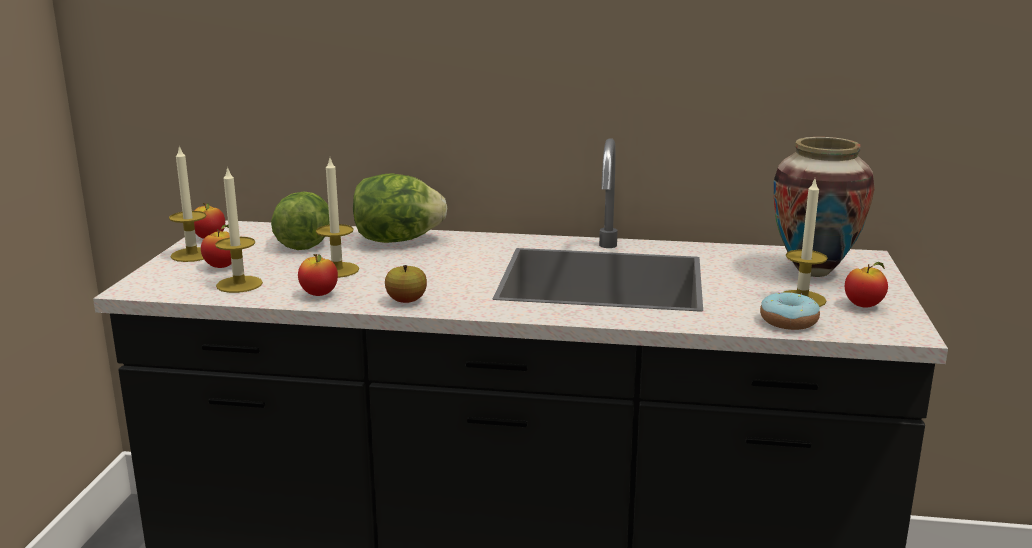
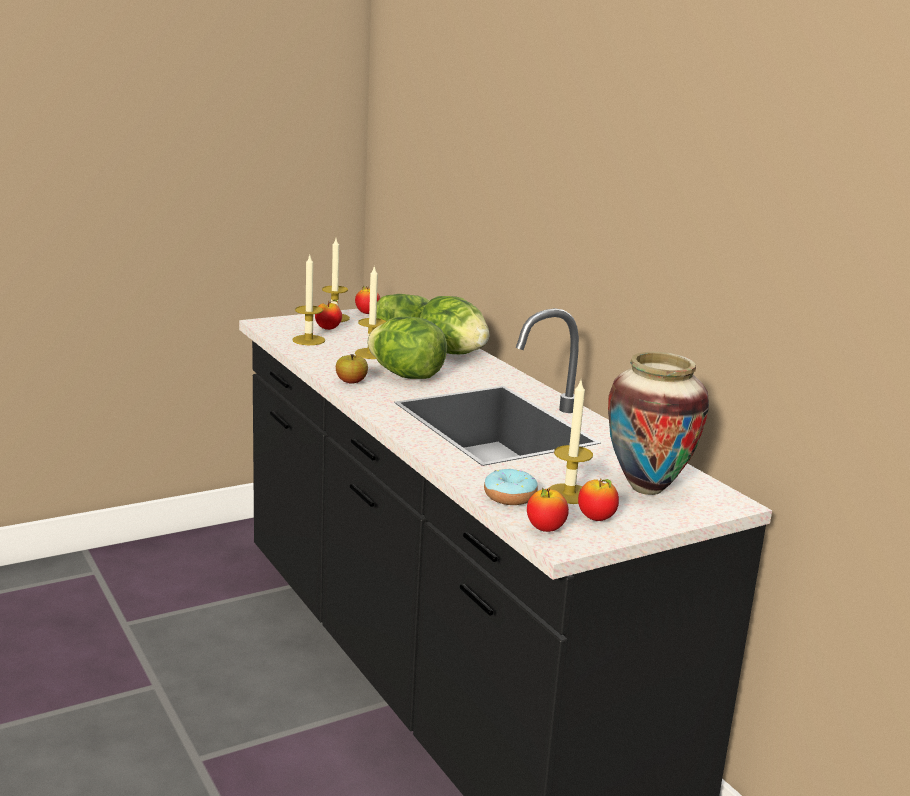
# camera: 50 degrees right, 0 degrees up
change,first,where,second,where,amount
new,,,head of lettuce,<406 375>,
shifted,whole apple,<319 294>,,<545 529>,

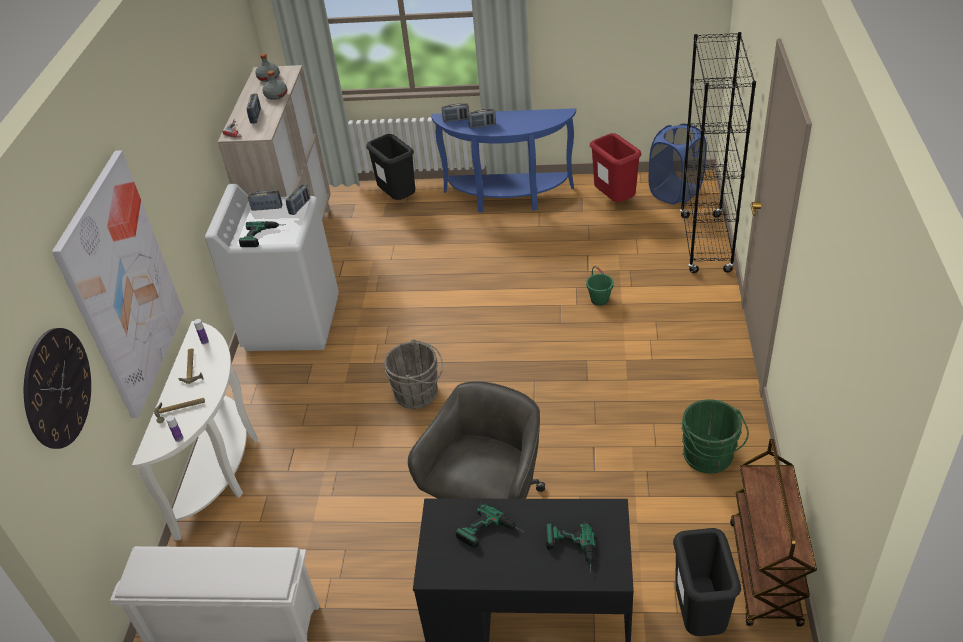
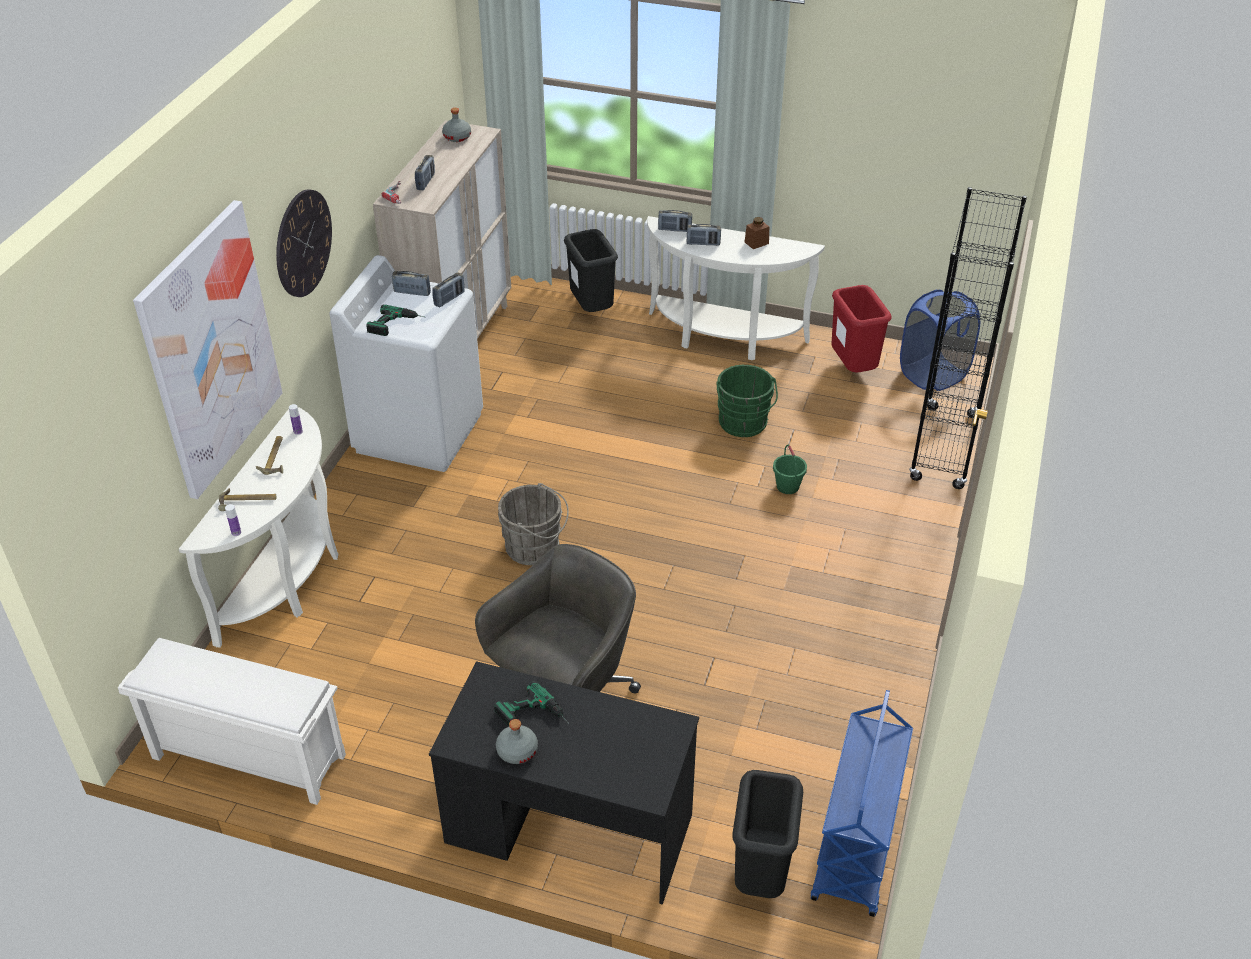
# camera: 10 degrees right, 0 degrees up
change,first,where,second,where,amount
gone,electric drill,<571 551>,,,
new,,,brownish storage jar,<756 243>,
shifted,hanging clock,<57 388>,,<303 243>,
shifted,grey bottle,<276 95>,,<517 750>,
shifted,green pail,<709 457>,,<743 424>,
repainted,bluish narrow table,<507 199>,white narrow table,<723 338>,
repainted,brownish trolley,<765 573>,bluish trolley,<856 849>,

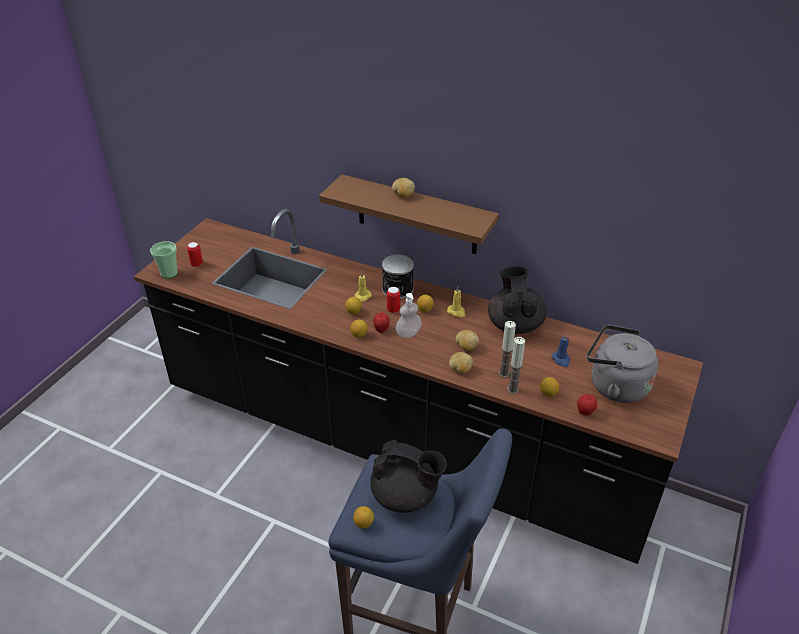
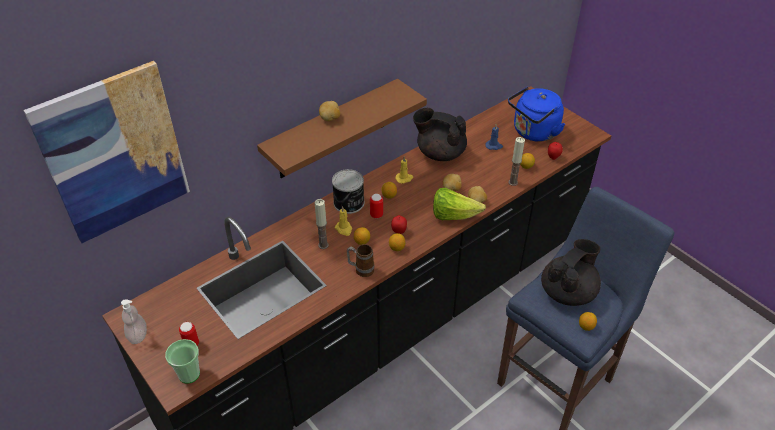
# camera: 65 degrees left, 5 degrees up
change,first,where,second,where,amount
new,,,picture,<114 153>,
new,,,tea mug,<361 270>,
new,,,head of lettuce,<453 215>,
shifted,liquid soap bottle,<408 333>,,<138 335>,
shifted,wax light,<504 373>,,<323 245>,
repainted,grey tea kettle,<614 385>,bluish tea kettle,<533 132>,

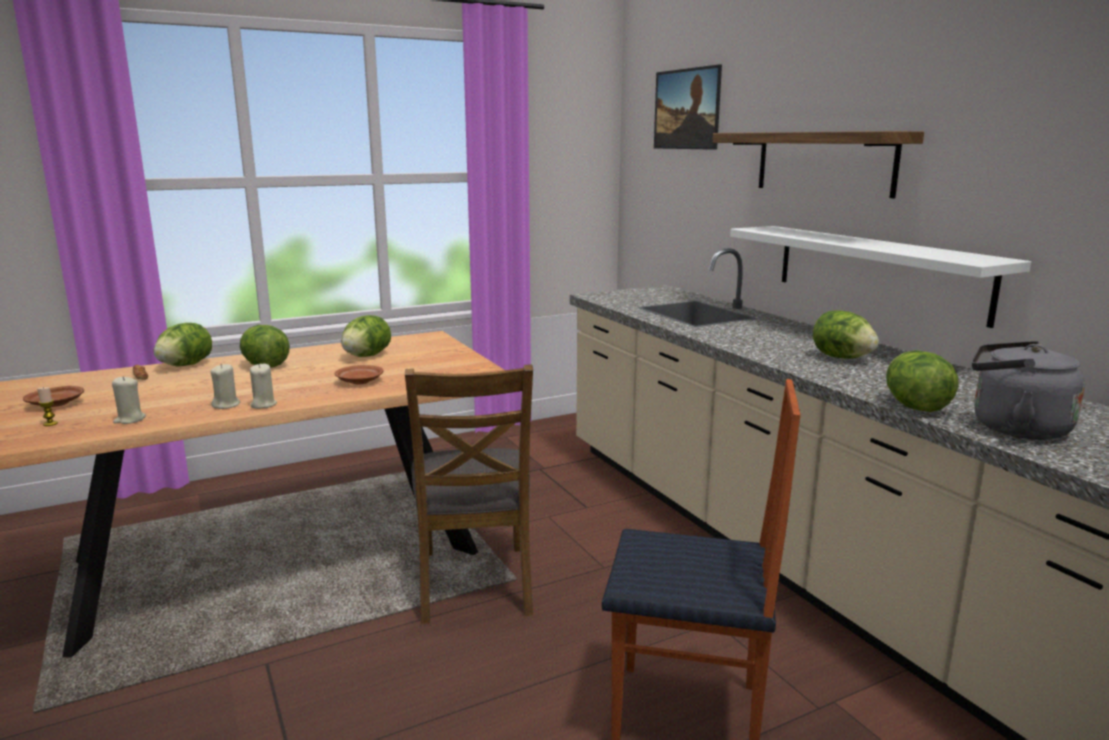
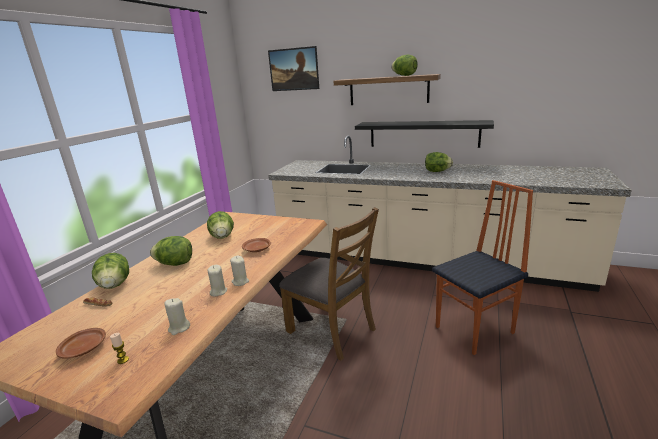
# camera: 40 degrees left, 5 degrees up
change,first,where,second,where,amount
gone,grey tea kettle,<1013 428>,,,
shifted,head of lettuce,<915 407>,,<404 75>,
repainted,white bracket shelf,<877 271>,black-coloured bracket shelf,<423 134>,

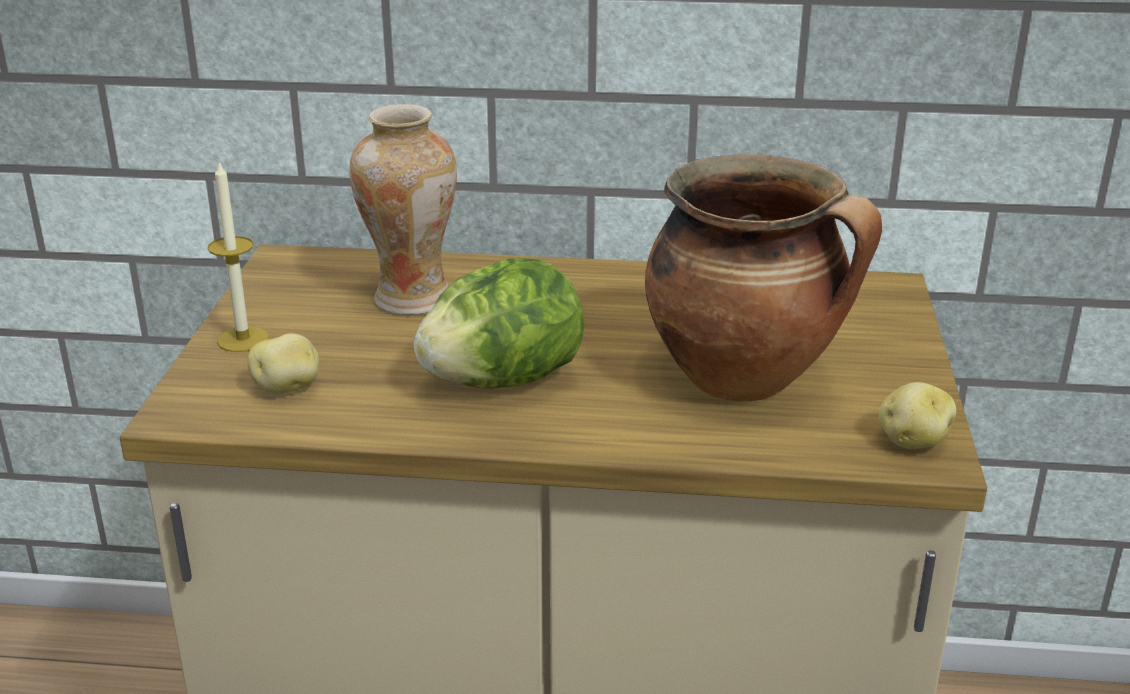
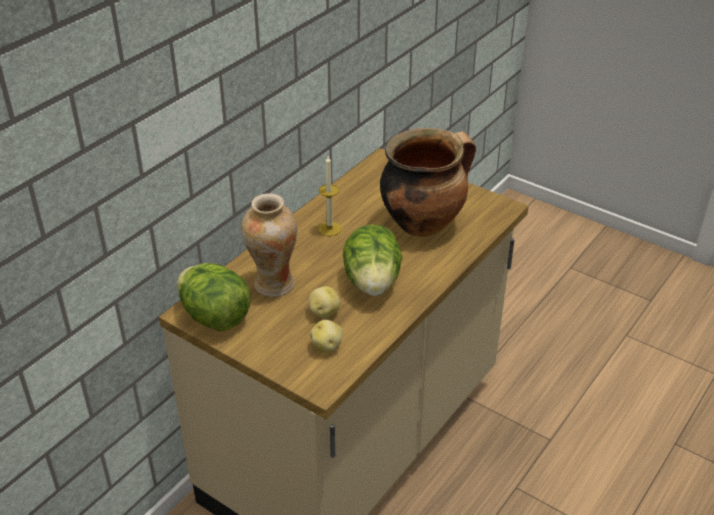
# camera: 60 degrees left, 10 degrees up
change,first,where,second,where,amount
new,,,head of lettuce,<215 317>,
shifted,wax light,<243 339>,,<329 229>,
shifted,potato,<912 441>,,<324 312>,

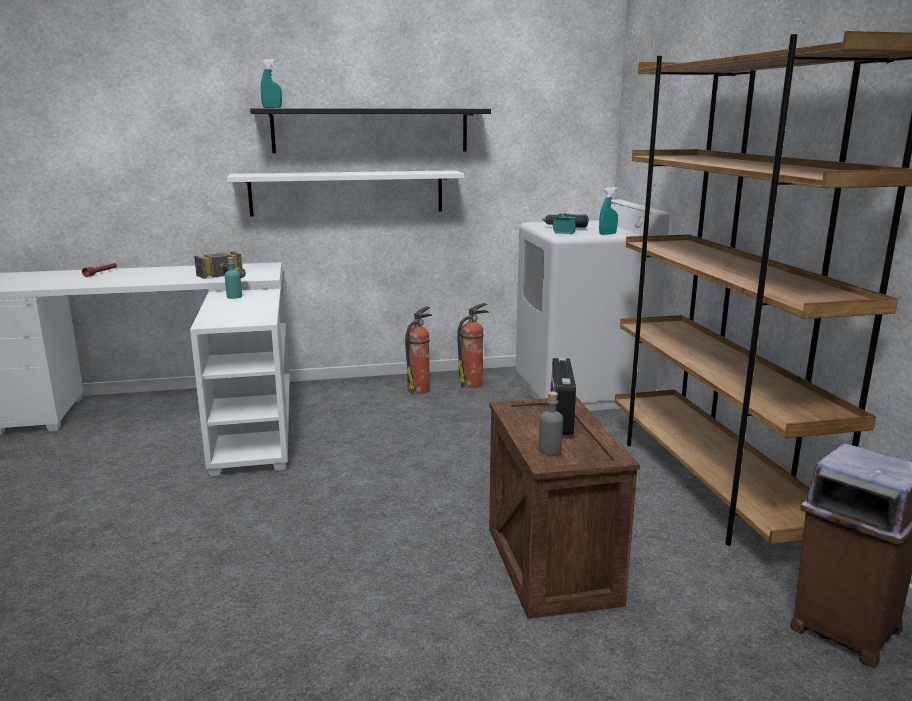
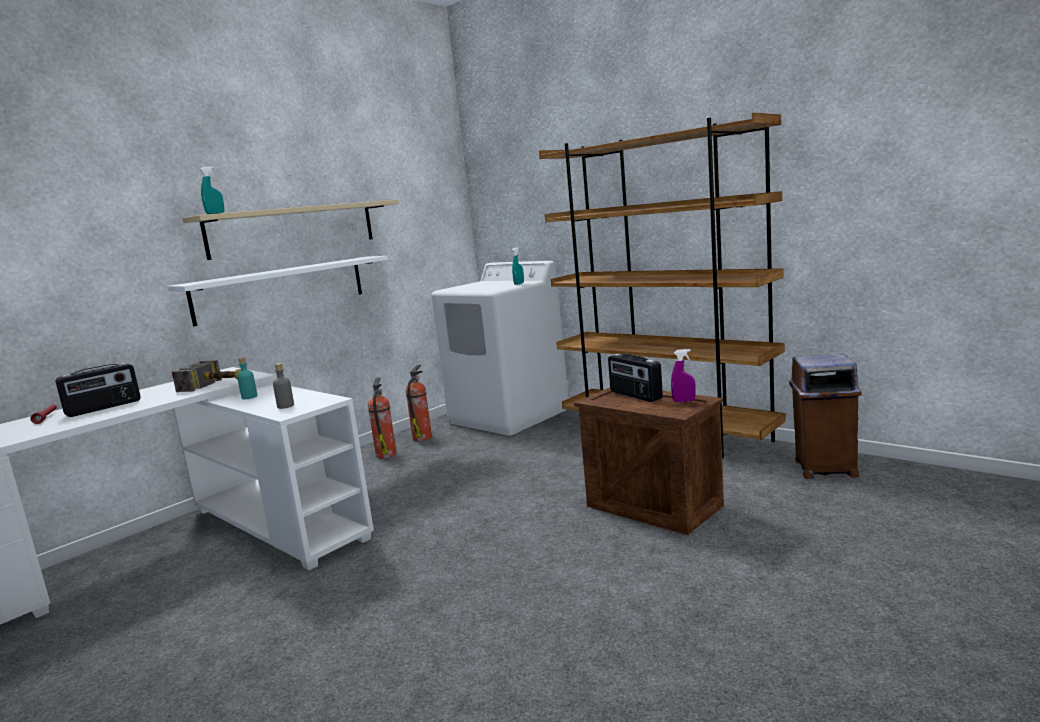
# camera: 35 degrees left, 5 degrees down
change,first,where,second,where,amount
gone,electric drill,<562 230>,,,
new,,,radio receiver,<104 408>,
new,,,purple hand sprayer,<684 401>,
shifted,grey bottle,<550 450>,,<285 406>,
repainted,black-coloured bracket shelf,<371 130>,beige-coloured bracket shelf,<294 229>,

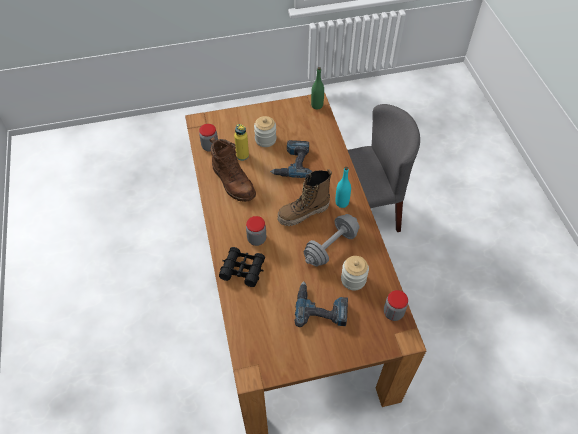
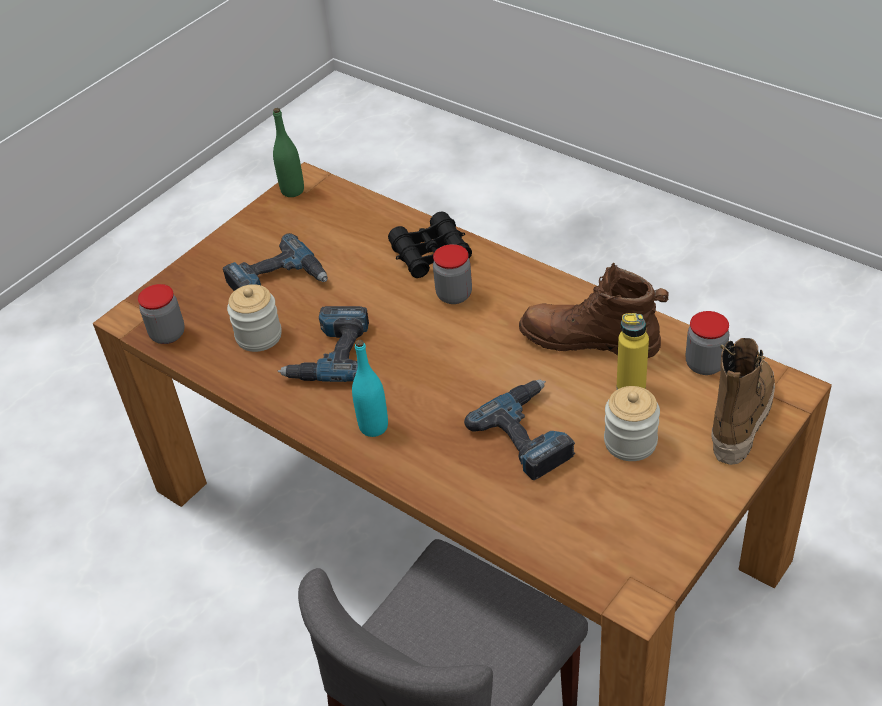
# camera: 145 degrees right, 10 degrees down
change,first,where,second,where,amount
shifted,tall boot,<303 213>,,<740 419>,
shifted,green bottle,<317 105>,,<292 190>,
swapped,grey dumbbell,<331 247>,electric drill,<331 354>,

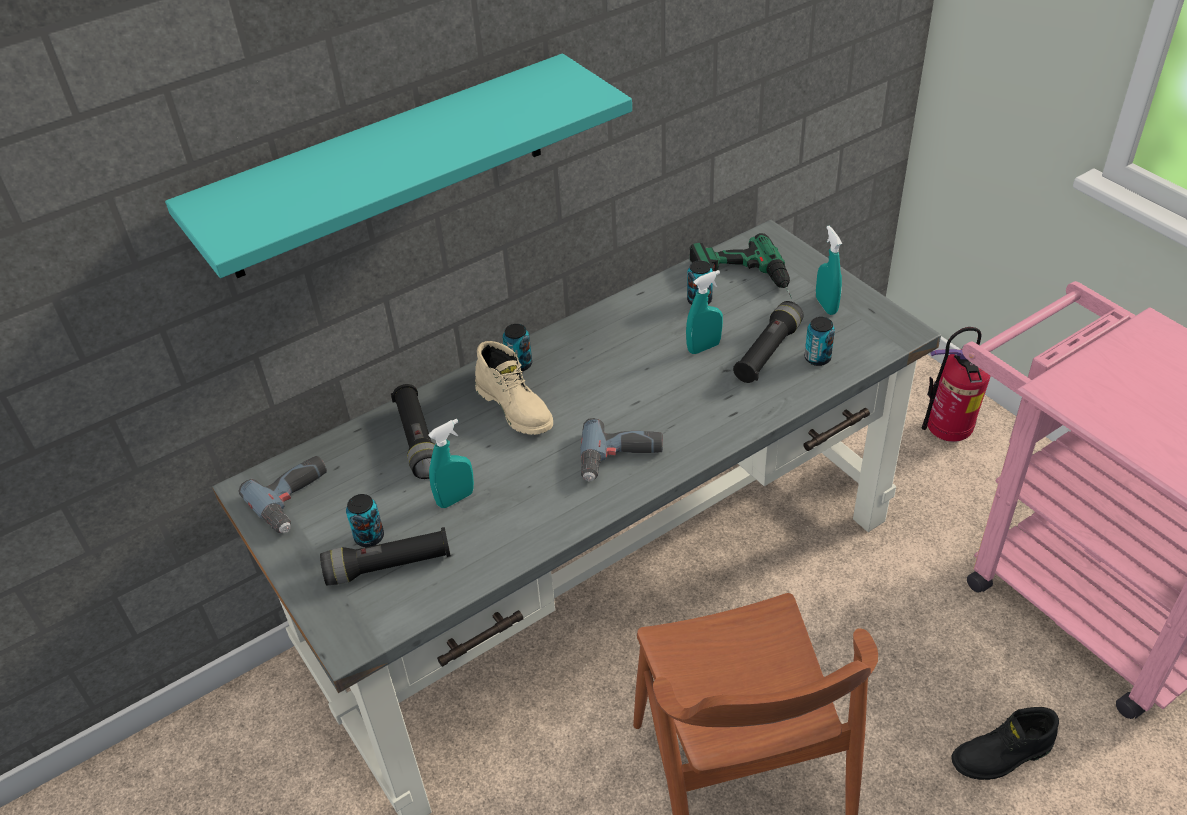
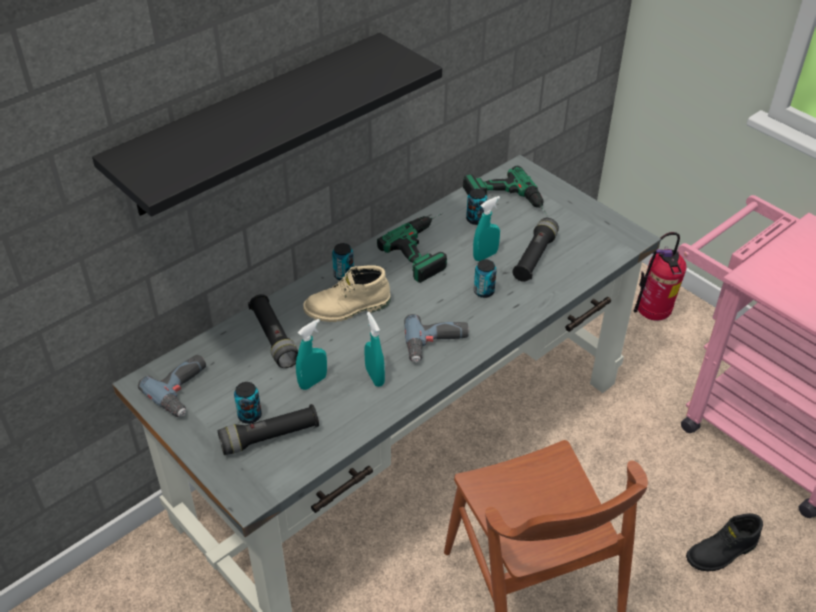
# camera: 10 degrees left, 0 degrees up
change,first,where,second,where,amount
new,,,electric drill,<427 248>,
shifted,metal can,<817 358>,,<484 291>,
shifted,turquoise-coloured hand sprayer,<826 306>,,<374 377>,
repainted,turquoise-coloured bracket shelf,<387 167>,black-coloured bracket shelf,<252 124>,
rotated,beige-coloured tall boot,<516 408>,,<347 309>,120 degrees clockwise

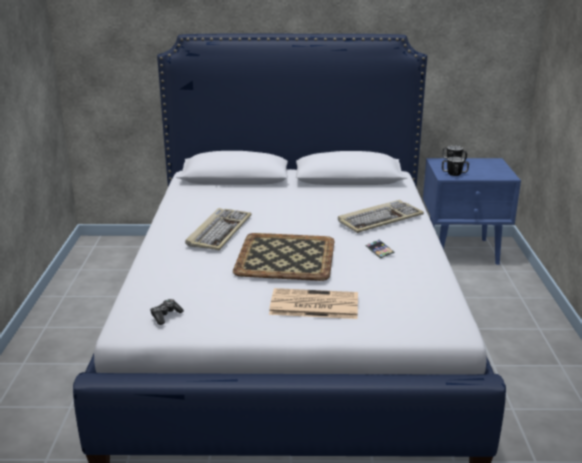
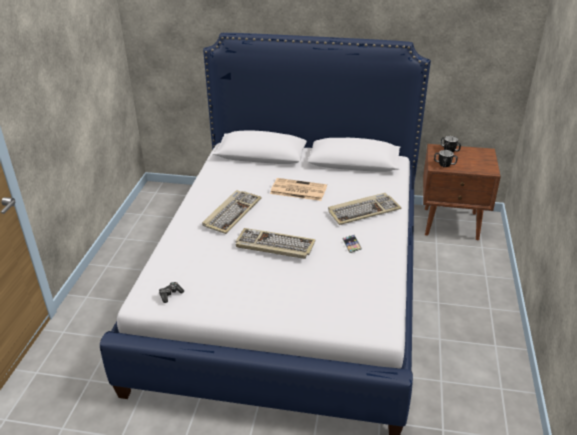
# camera: 10 degrees right, 10 degrees up
change,first,where,second,where,amount
shifted,printed paper,<312 305>,,<297 190>,
swapped,tray,<284 257>,PC keyboard,<274 246>,
repainted,bluish nightstand,<463 251>,brownish nightstand,<452 224>,

